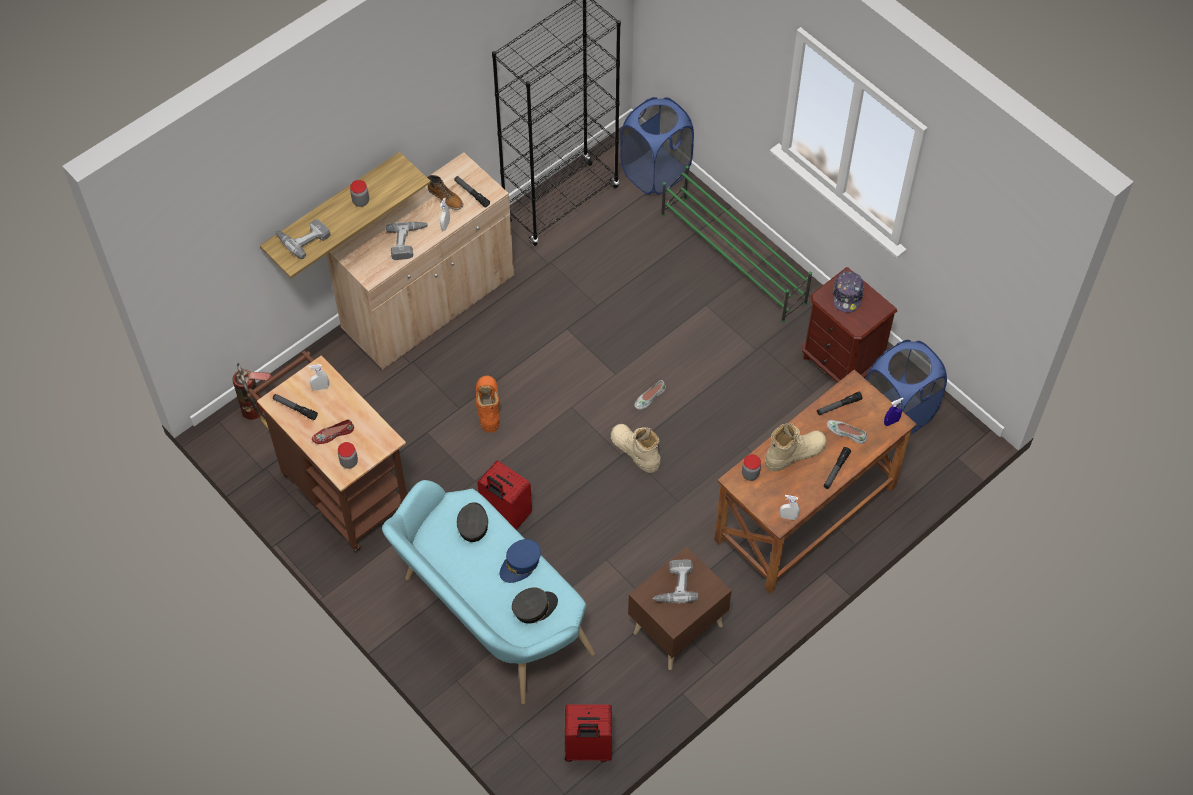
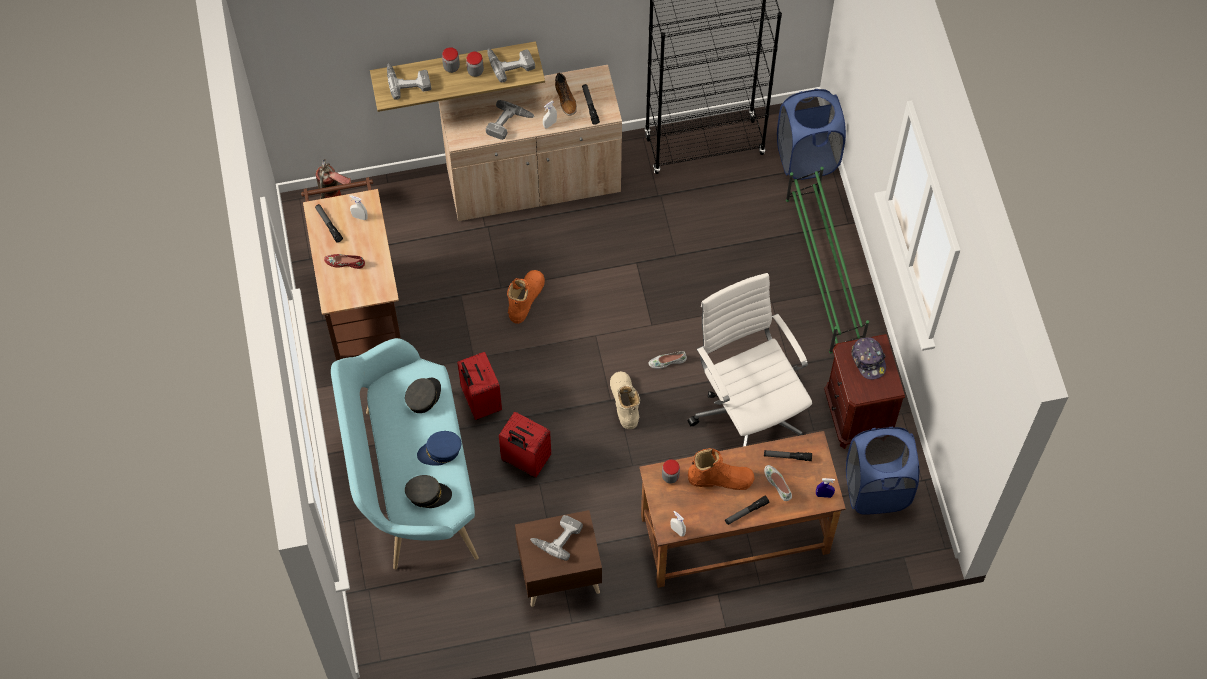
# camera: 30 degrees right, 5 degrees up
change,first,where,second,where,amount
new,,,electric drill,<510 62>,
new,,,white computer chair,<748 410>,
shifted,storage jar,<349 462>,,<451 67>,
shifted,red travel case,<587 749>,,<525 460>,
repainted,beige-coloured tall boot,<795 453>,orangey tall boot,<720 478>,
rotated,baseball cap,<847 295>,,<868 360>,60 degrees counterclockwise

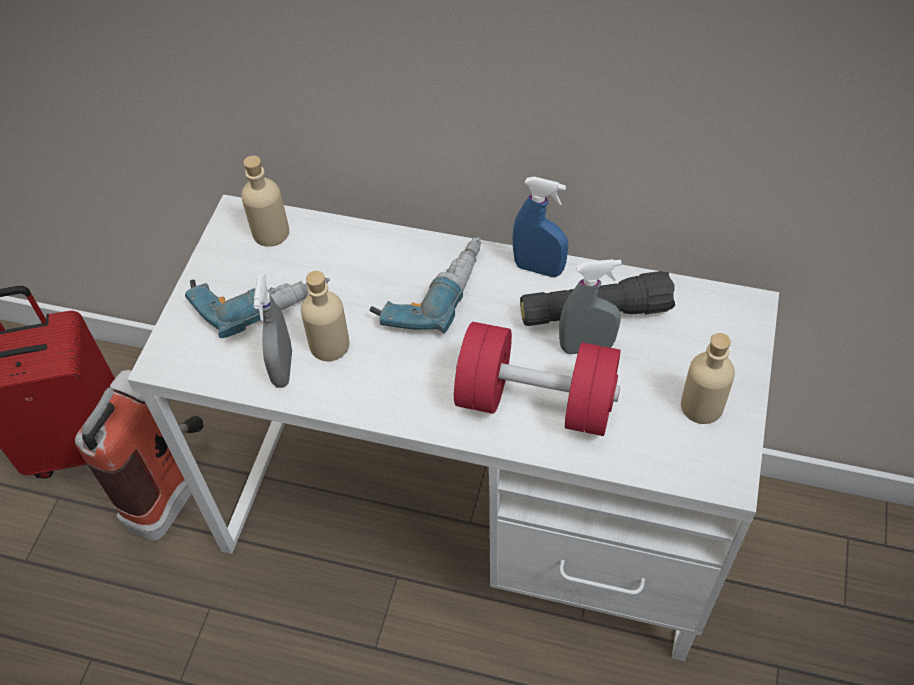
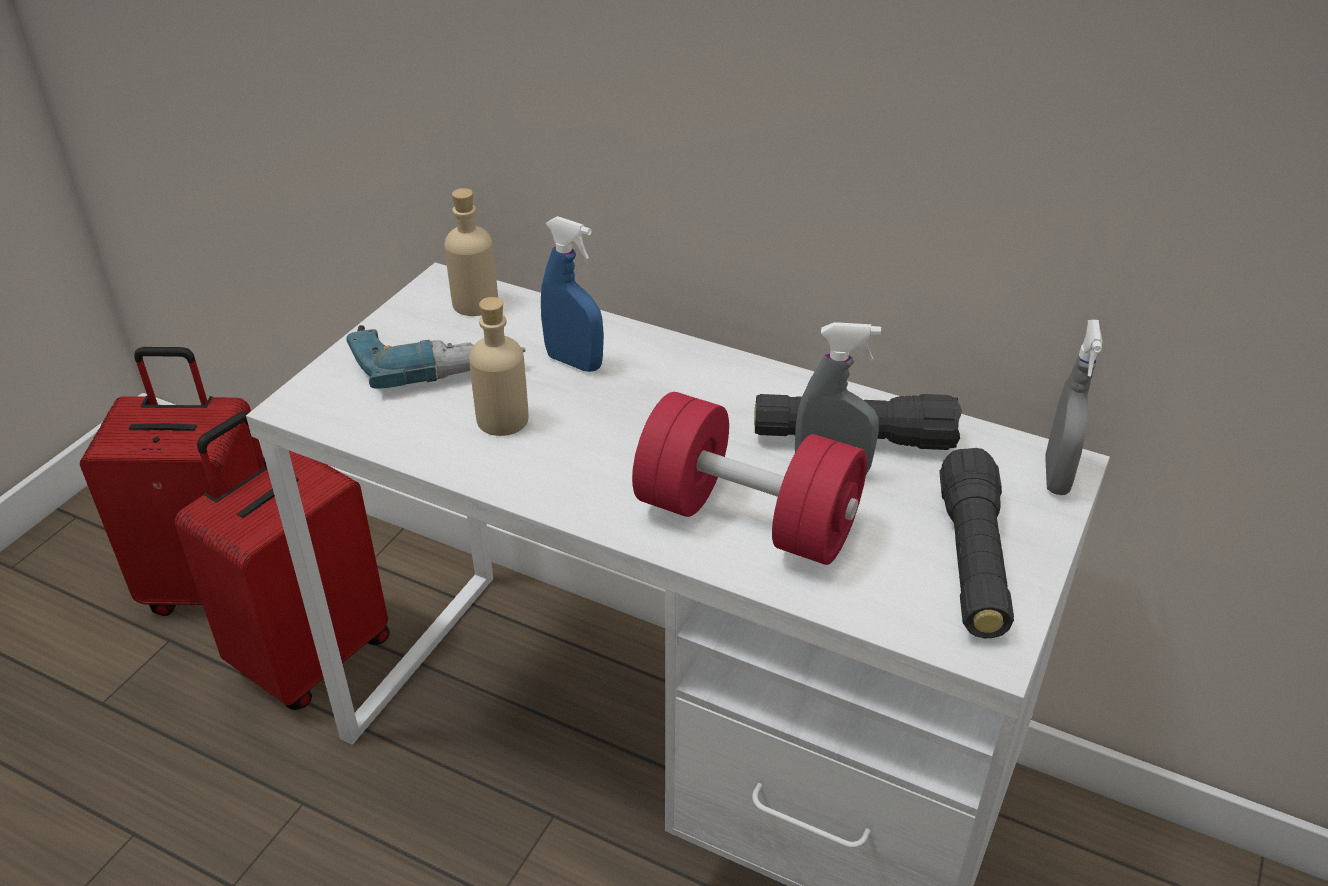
# camera: 10 degrees right, 15 degrees down
change,first,where,second,where,amount
gone,electric drill,<430 289>,,,
shifted,grey hand sprayer,<283 368>,,<1056 476>,
shifted,bluish hand sprayer,<538 268>,,<574 362>,
swapped,fire extinguisher,<175 488>,red travel case,<310 655>,
swapped,beige-coloured bottle,<701 406>,black-coloured flashlight,<972 561>,

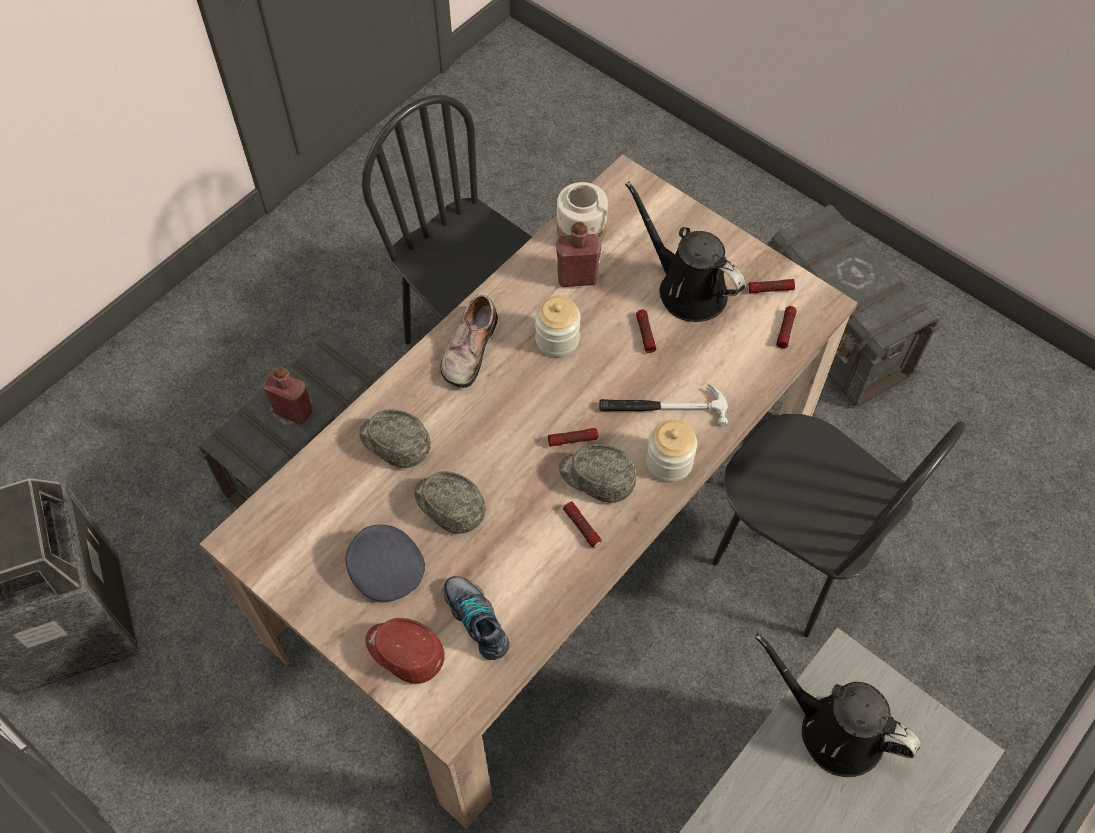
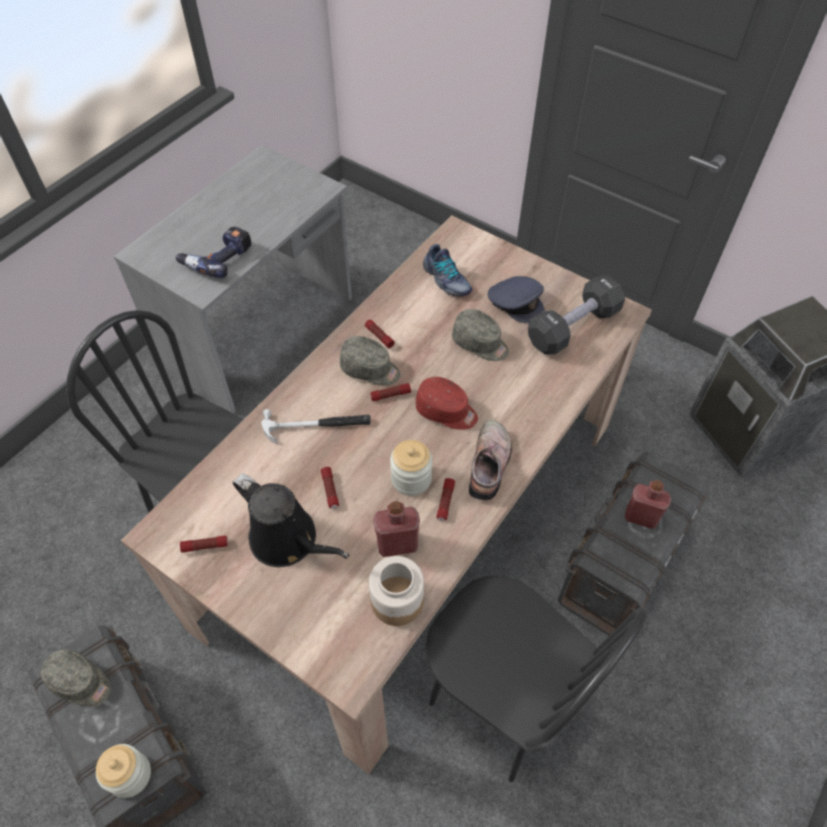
# camera: 175 degrees right, 5 degrees down
change,first,where,second,where,amount
new,,,black-coloured dumbbell,<573 327>,
shifted,grey baseball cap,<394 443>,,<80 682>,
shifted,red baseball cap,<404 652>,,<446 411>,
shifted,storage jar,<669 462>,,<130 775>,
shifted,flashlight,<785 330>,,<445 502>,
swapped,black-coloured sprinkling can,<833 729>,electric drill,<217 258>,

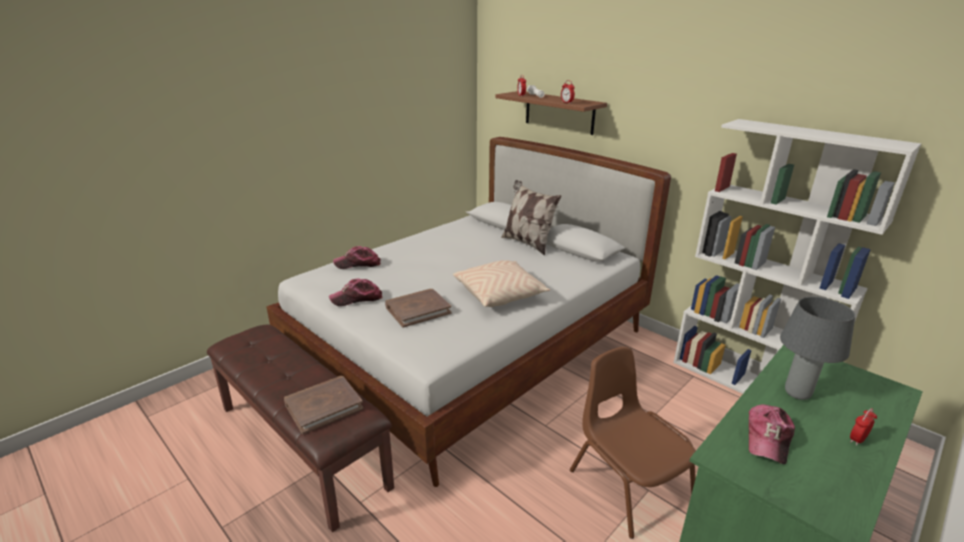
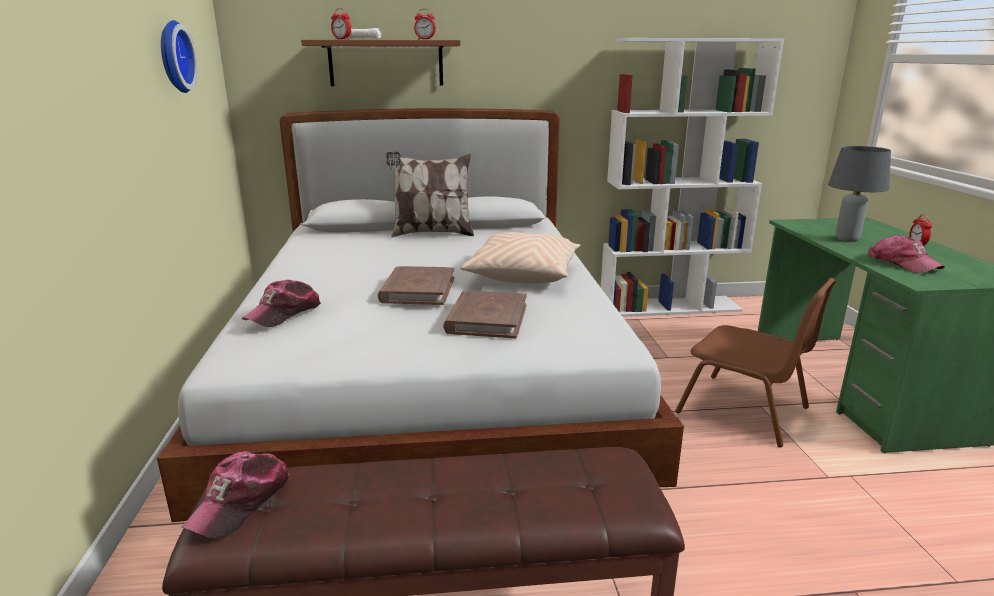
# camera: 50 degrees left, 5 degrees down
change,first,where,second,where,amount
new,,,hanging clock,<172 57>,
shifted,brownish volume,<323 406>,,<418 290>,
shifted,baseball cap,<357 298>,,<240 502>,
rotated,brownish chair,<628 483>,,<744 410>,150 degrees counterclockwise

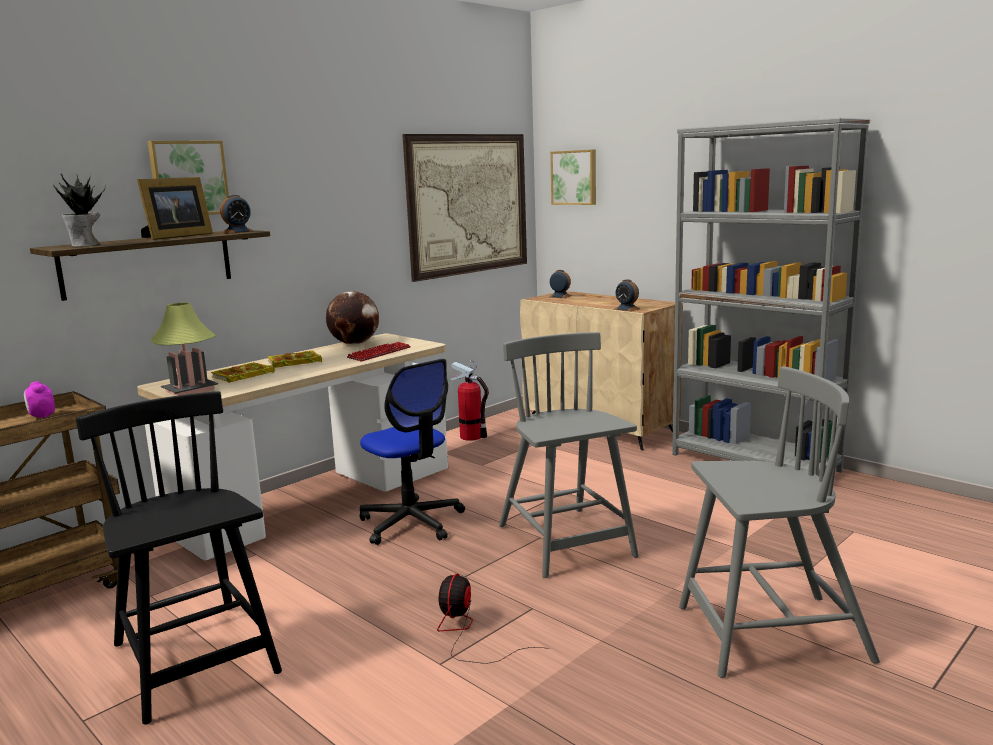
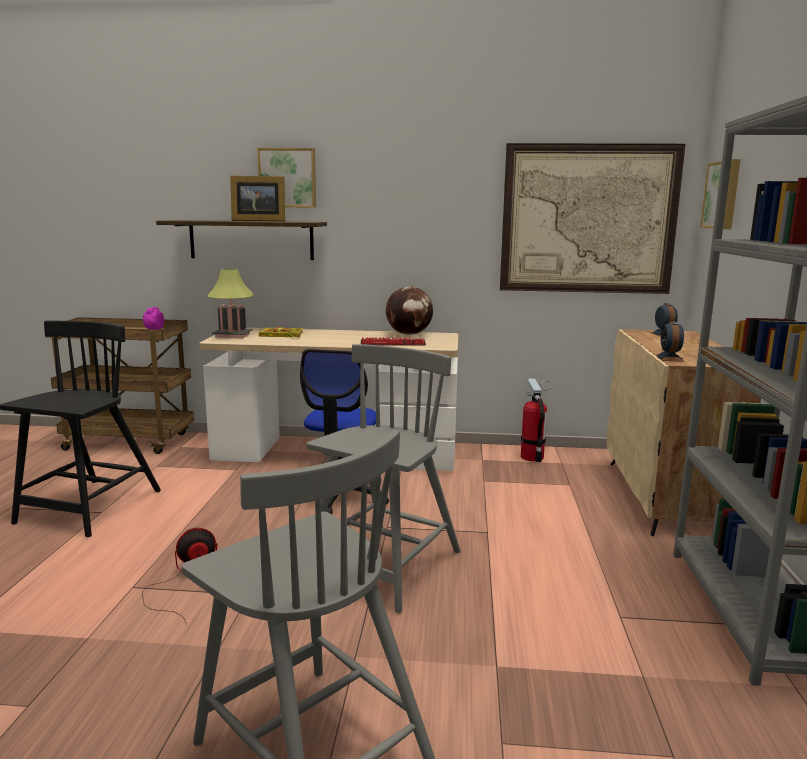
# camera: 50 degrees right, 0 degrees up
change,first,where,second,where,amount
gone,plant in a pot,<86 245>,,,
gone,alarm clock,<237 232>,,,
gone,volume,<293 362>,,,

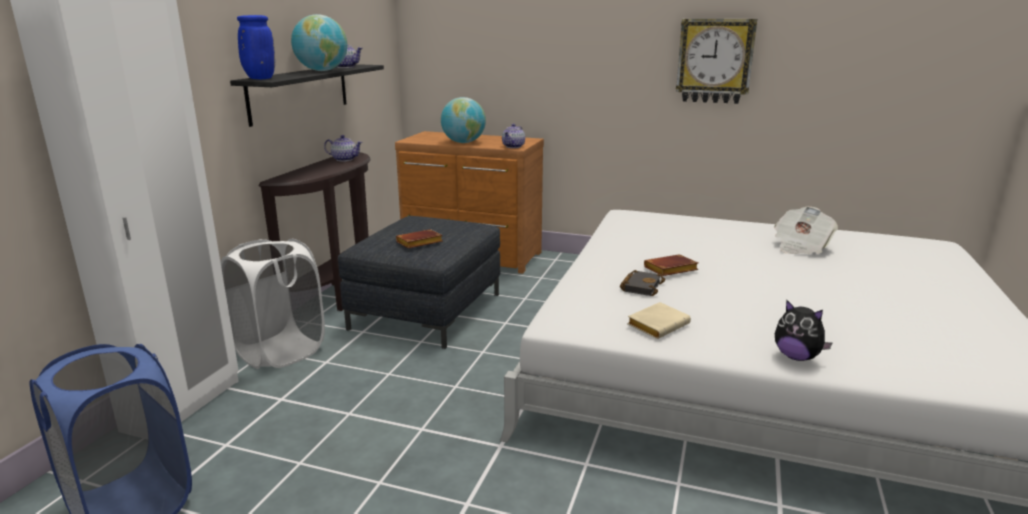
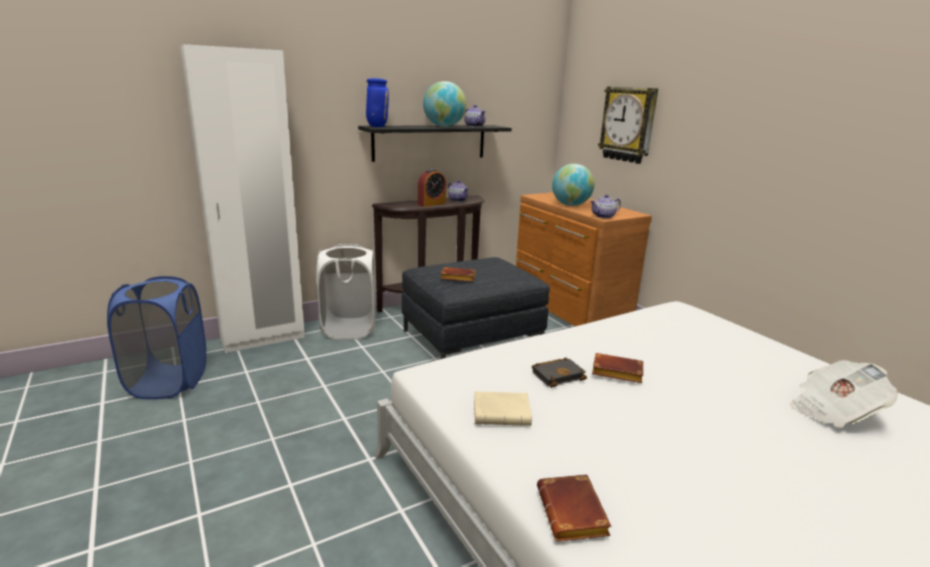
# camera: 40 degrees right, 0 degrees up
change,first,where,second,where,amount
new,,,alarm clock,<431 204>,
shifted,hanging clock,<715 61>,,<628 124>,
swapped,plush toy,<797 357>,brownish volume,<574 514>,

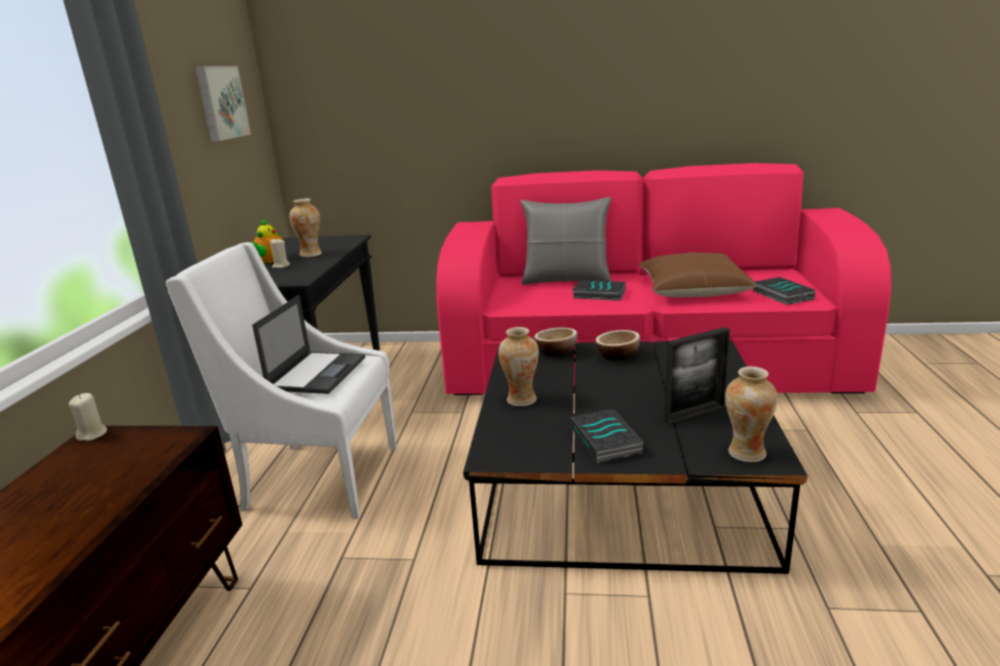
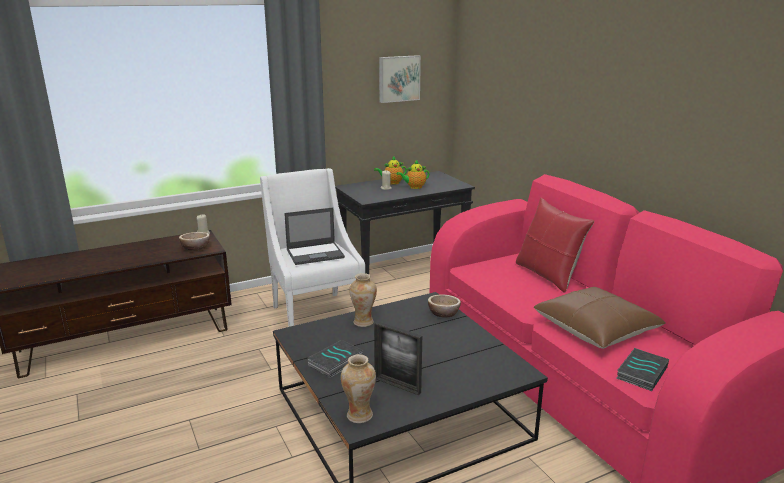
# camera: 55 degrees right, 0 degrees up
change,first,where,second,where,amount
gone,volume,<598 294>,,,
shifted,serving bowl,<618 355>,,<195 248>,
swapped,vase,<311 254>,teapot,<414 187>,
repainted,grey throw pillow,<566 280>,red throw pillow,<548 275>,

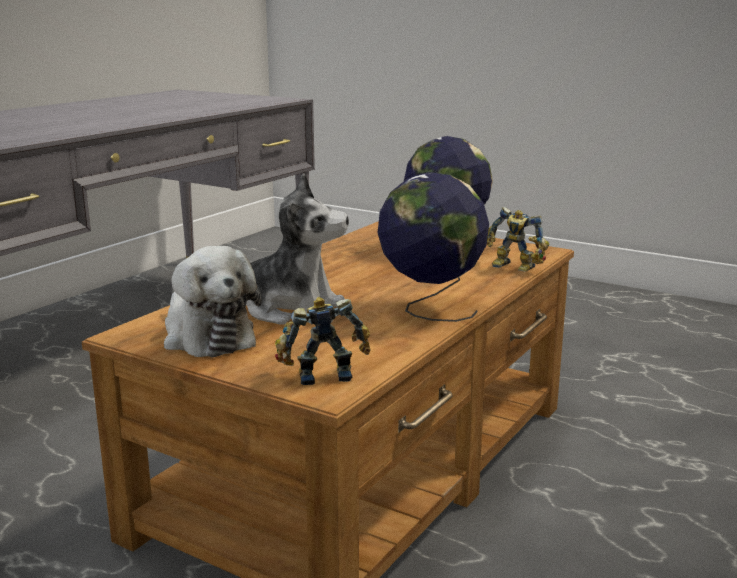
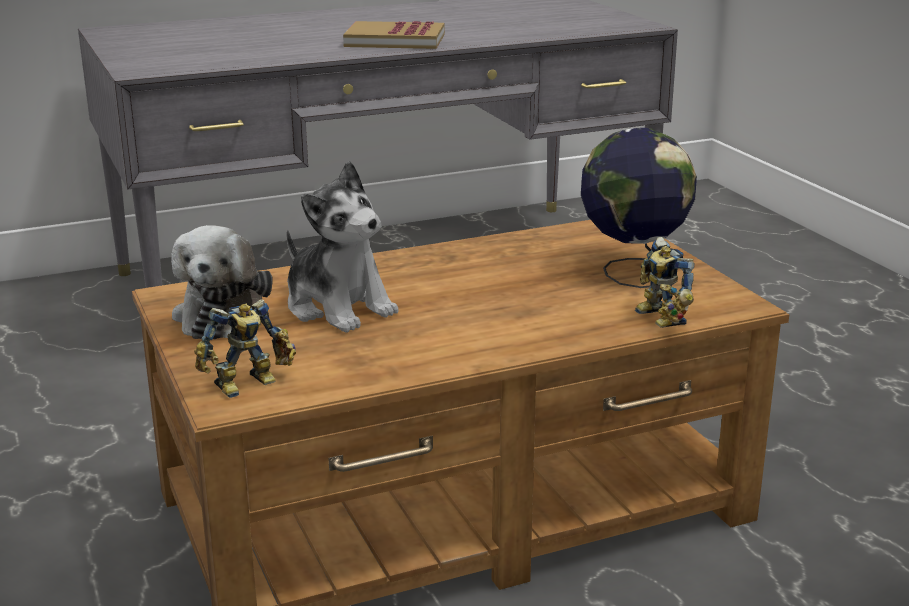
# camera: 35 degrees right, 5 degrees up
change,first,where,second,where,amount
gone,desk globe,<430 309>,,,
new,,,volume,<395 40>,
rotated,model robot,<322 374>,,<249 385>,120 degrees clockwise

